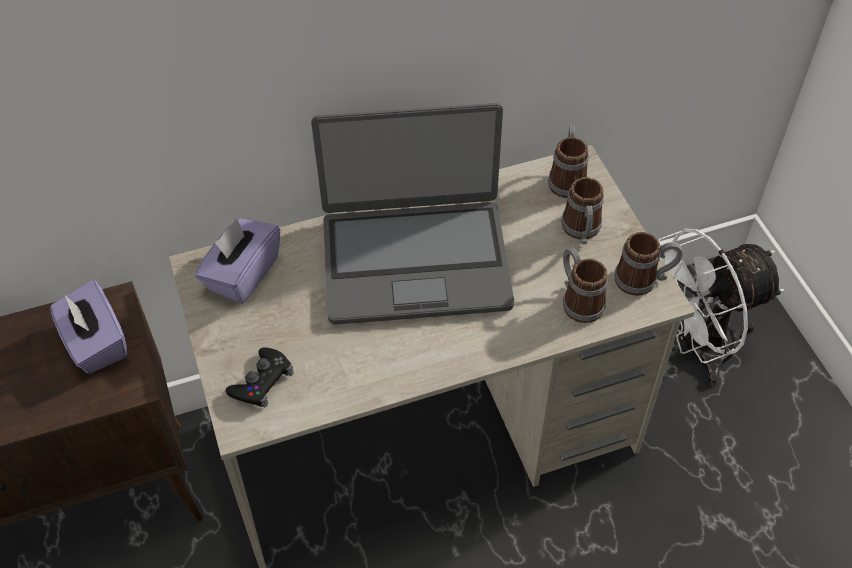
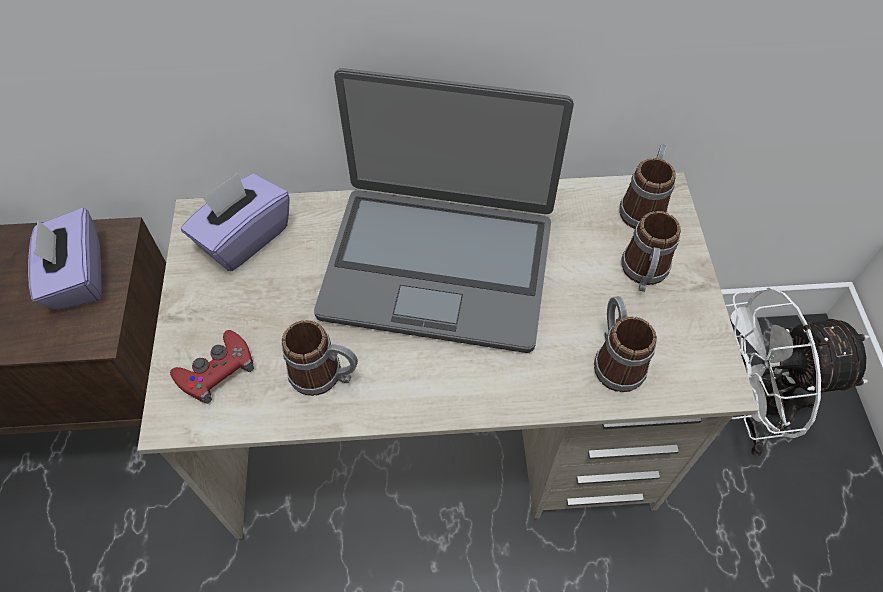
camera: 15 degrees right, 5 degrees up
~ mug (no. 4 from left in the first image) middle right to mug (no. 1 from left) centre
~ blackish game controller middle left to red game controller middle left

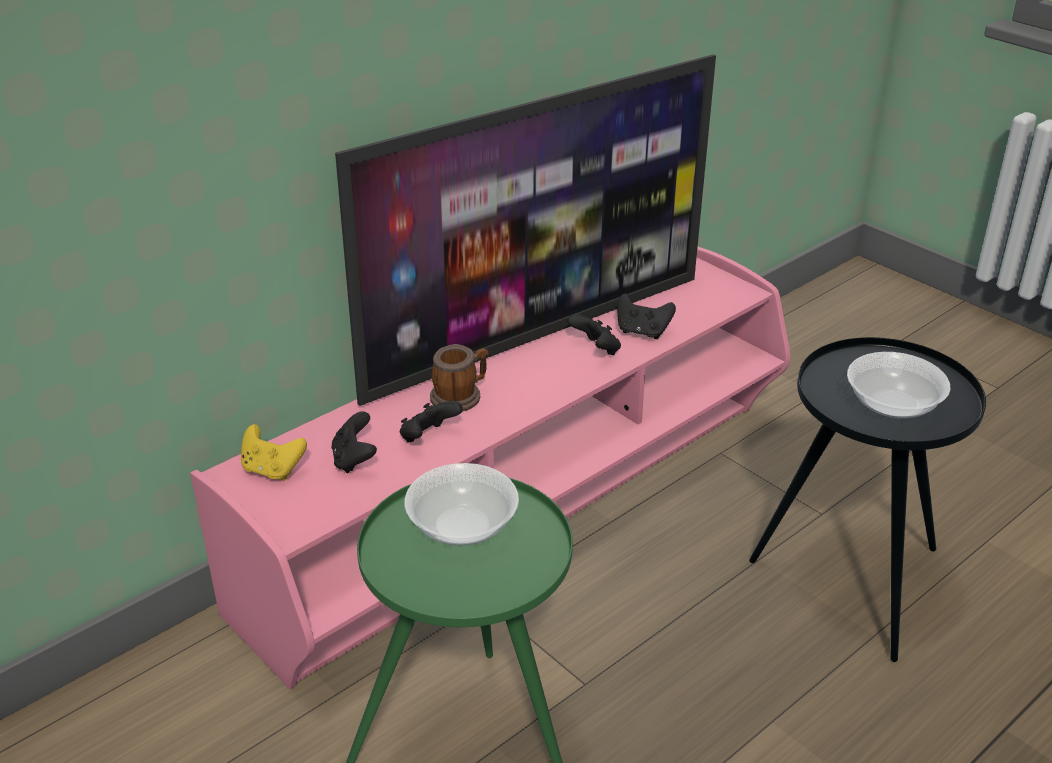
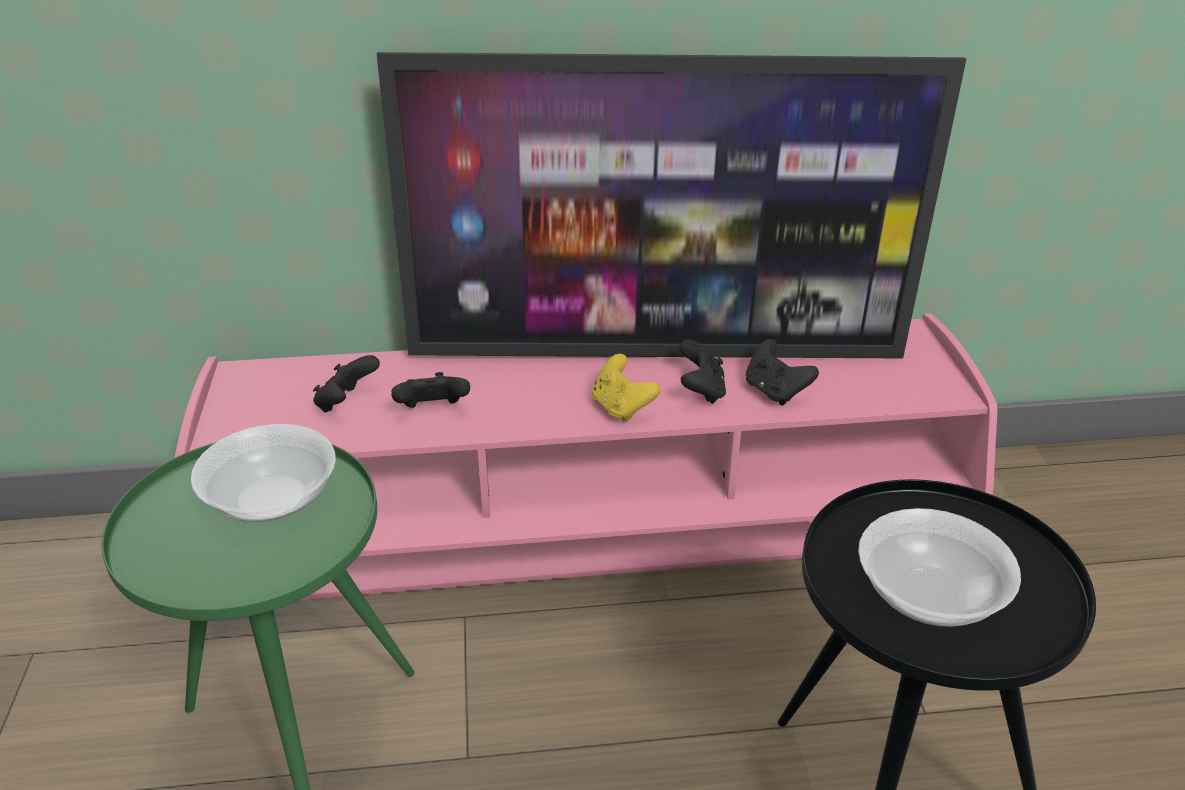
camera: 35 degrees right, 0 degrees up
- mug centre
~ yellow-coloured game controller middle left to centre

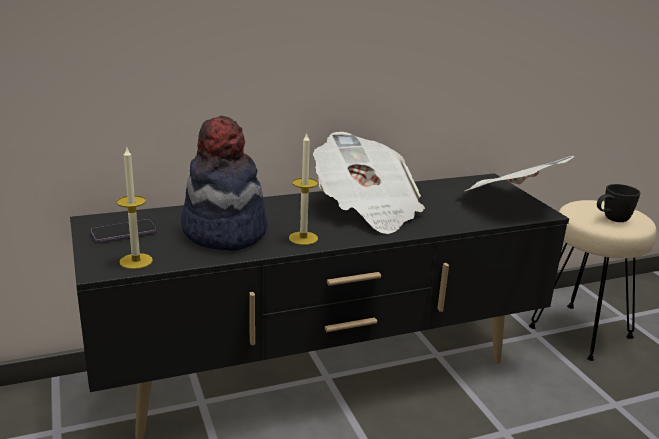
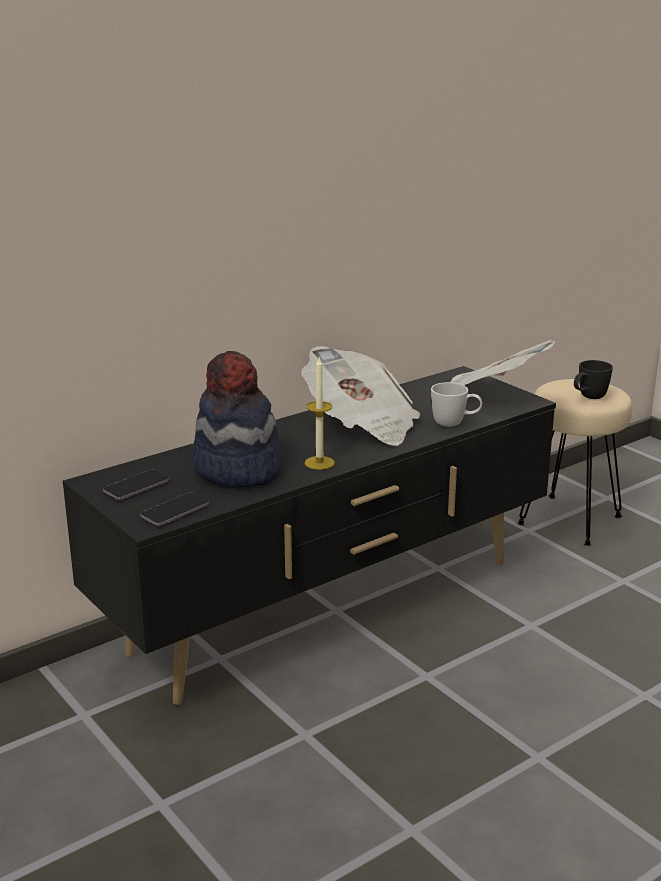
camera: 15 degrees left, 0 degrees up
+ white-coloured mug middle right
~ wax candle (no. 1 from left) middle left to handset (no. 2 from left) middle left

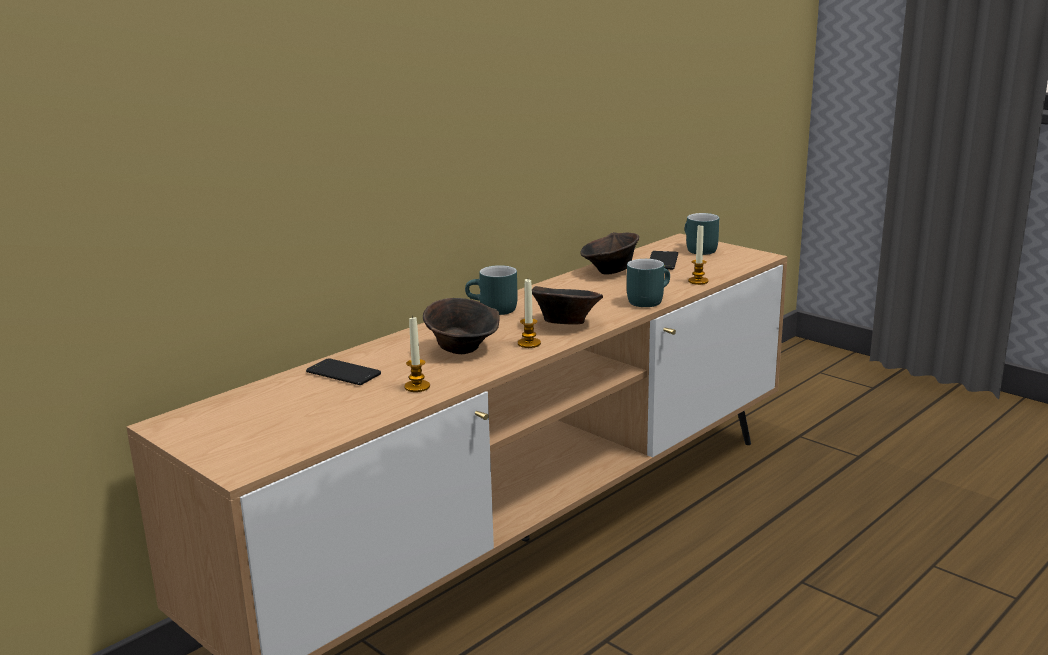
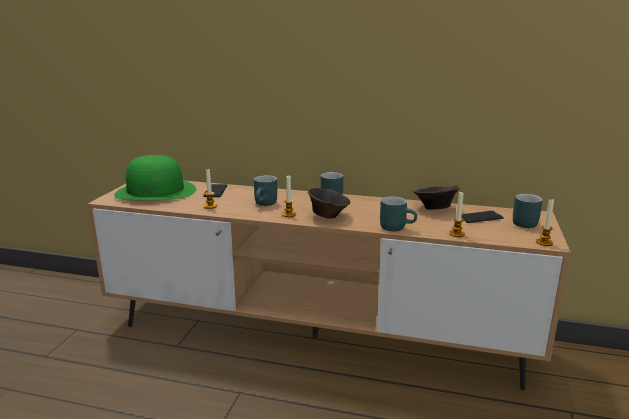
camera: 60 degrees right, 0 degrees up
+ green hat middle left
+ wax candle (no. 4 from left) middle right
~ brown-coloured deep dish (no. 1 from left) centre to turquoise mug (no. 1 from left) centre

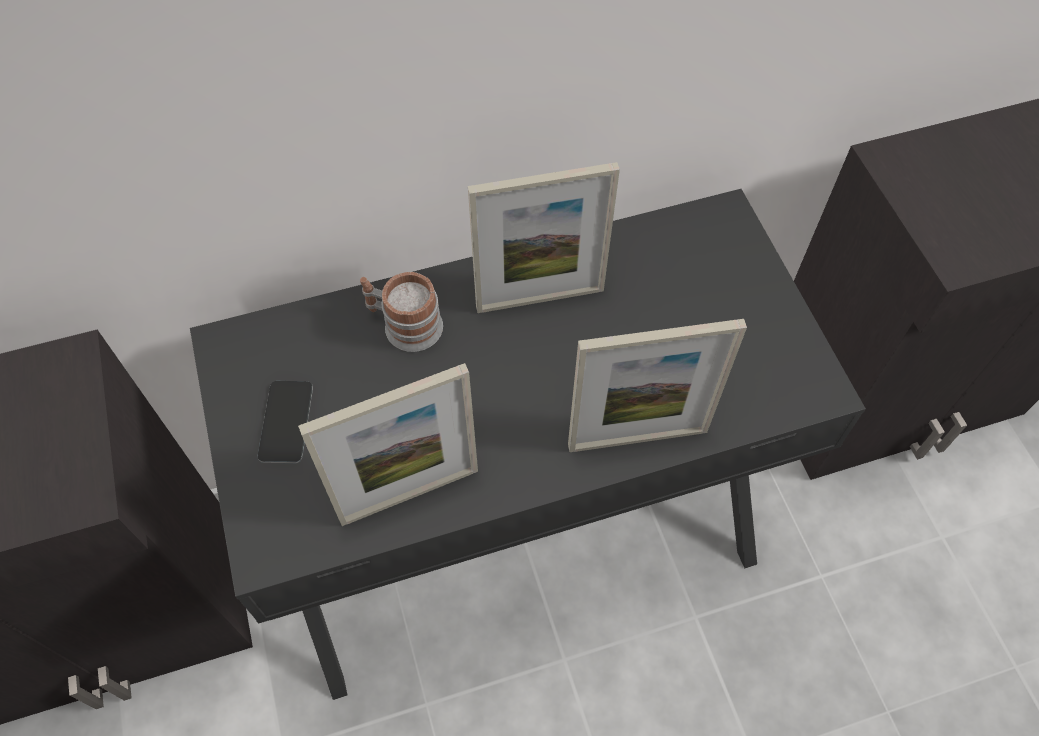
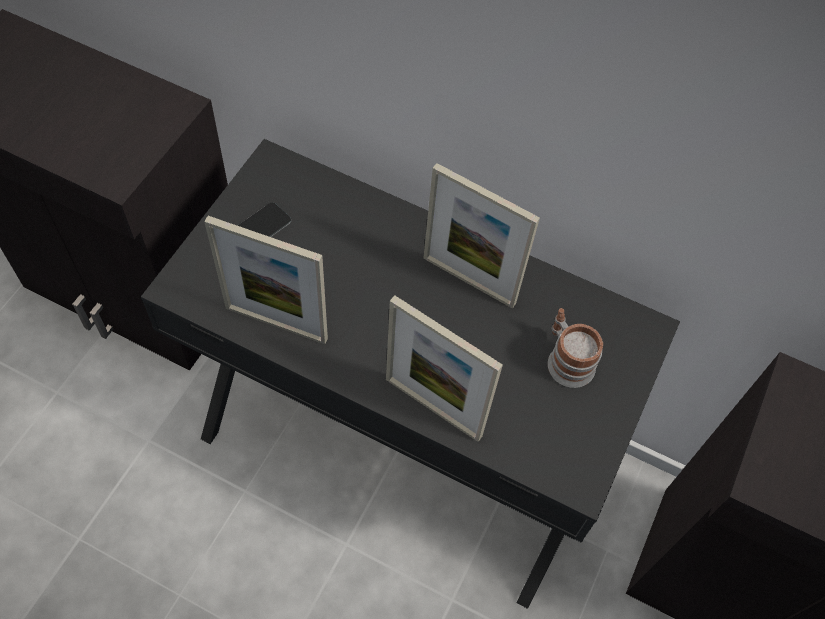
camera: 40 degrees right, 0 degrees up
~ mug centre to middle right

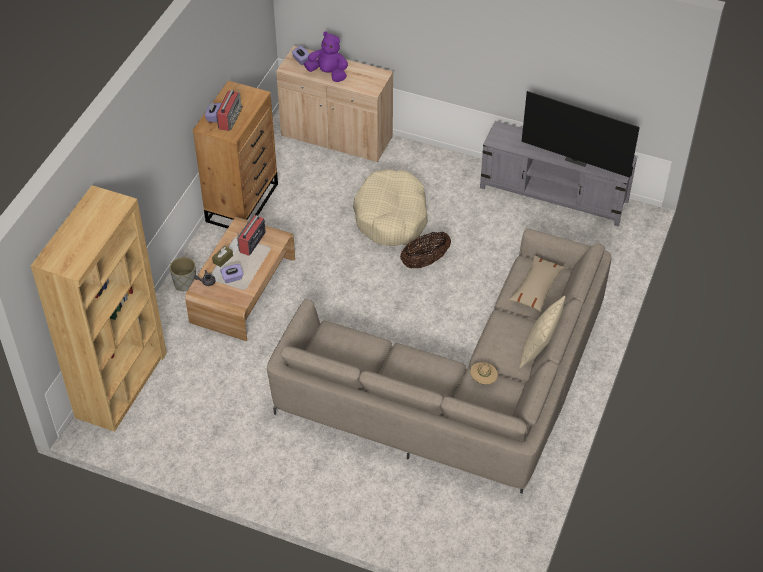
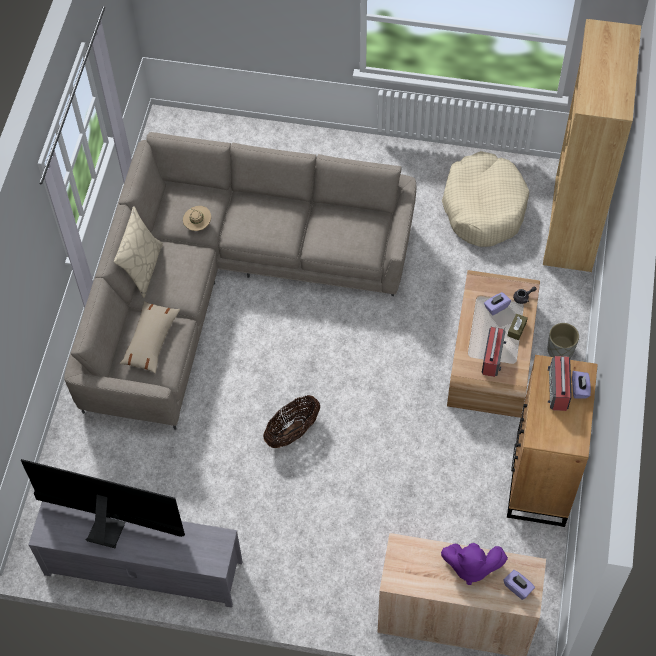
camera: 170 degrees right, 10 degrees up
~ beige dog bed centre to top right

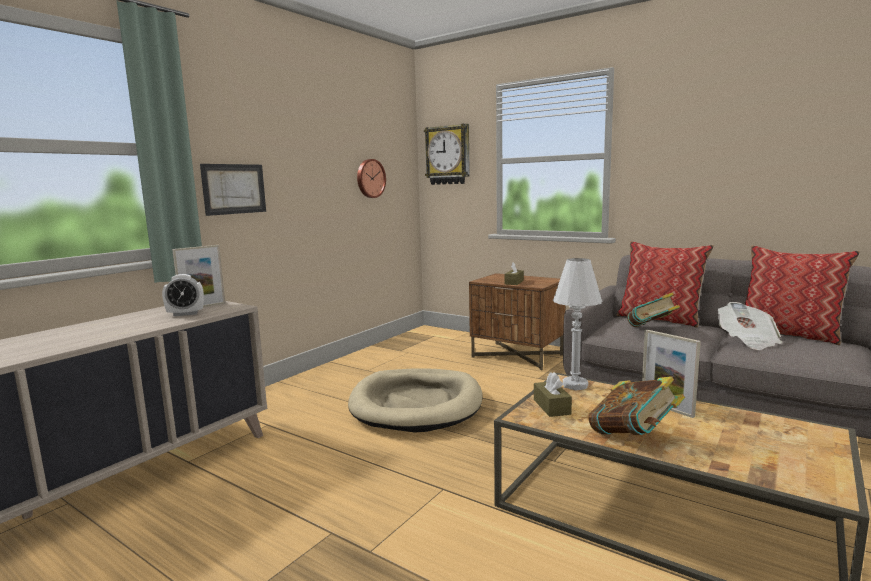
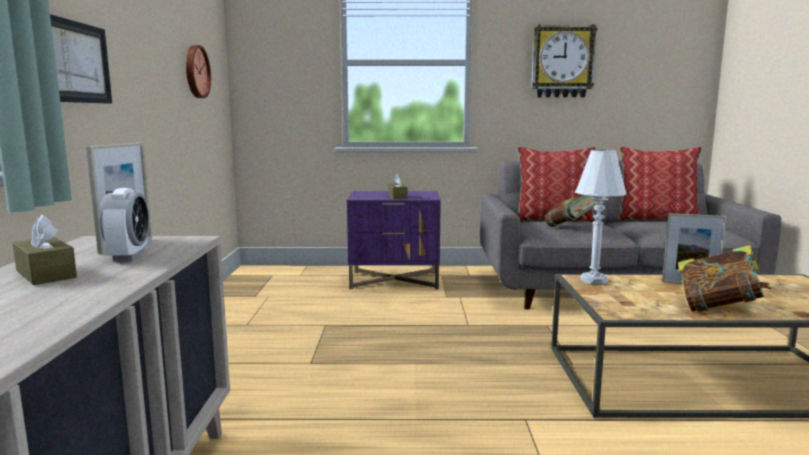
camera: 35 degrees left, 0 degrees up
- beige dog bed bottom centre
- printed paper middle right
~ hanging clock (no. 2 from left) top centre to top right
~ brown-coloured box of tissues (no. 2 from left in the first image) bottom centre to brown-coloured box of tissues (no. 1 from left) middle left
~ brown-coloured night table centre to purple night table centre
~ table clock middle left = middle left 45 degrees counterclockwise

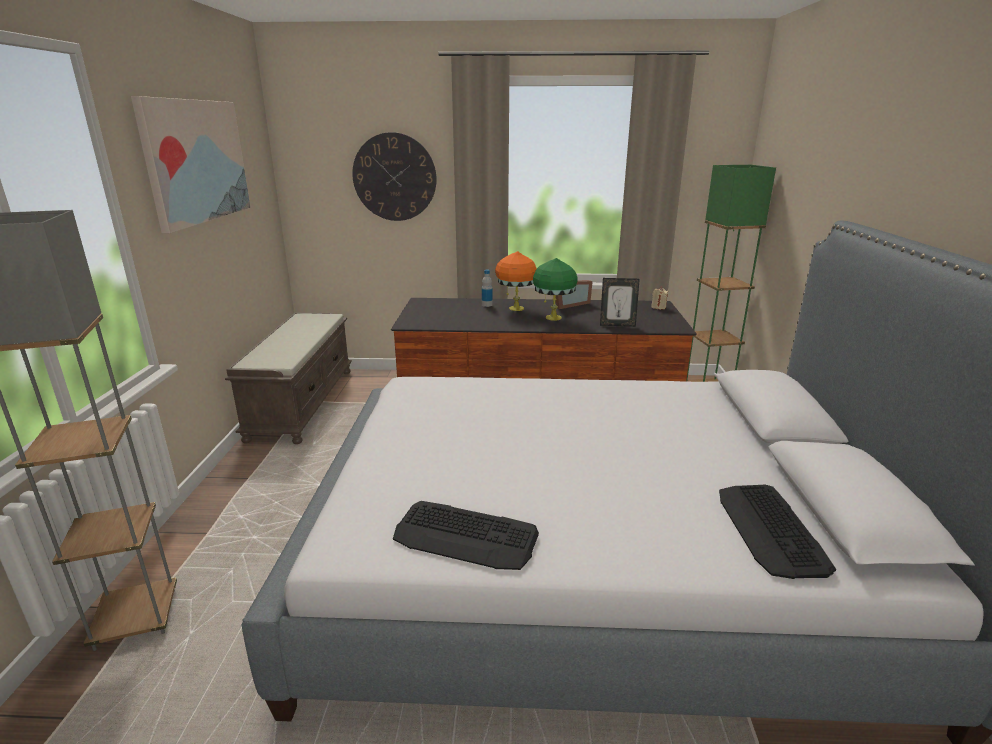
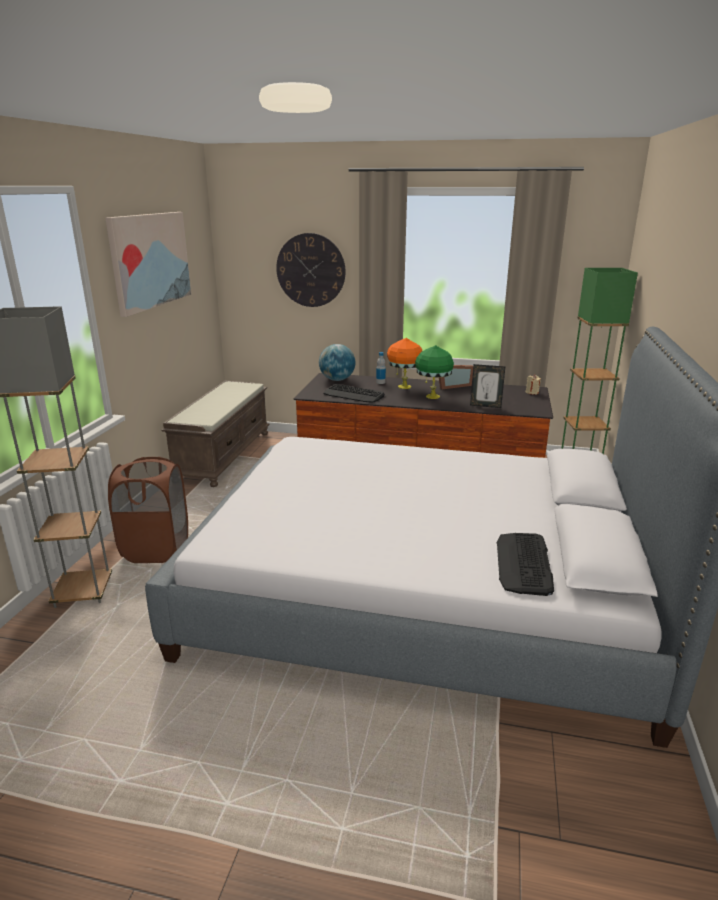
camera: 10 degrees right, 0 degrees up
+ brown-coloured washing basket middle left
+ desk globe centre
~ keyboard (no. 1 from left) bottom centre to centre

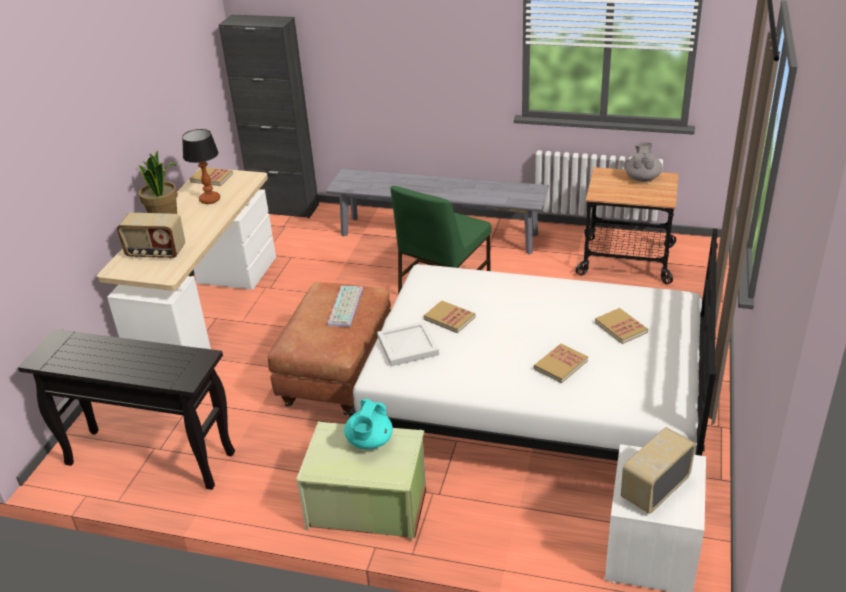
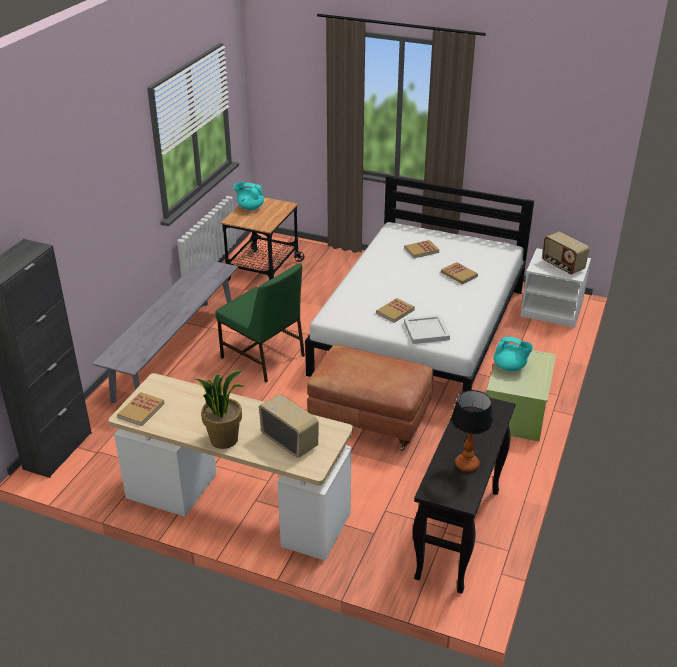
camera: 85 degrees left, 0 degrees up
- keyboard centre
~ table lamp top left to middle right
~ greyish teapot top right to turquoise teapot (no. 1 from left) top centre
~ radio set (no. 1 from left) middle left = centre 60 degrees counterclockwise

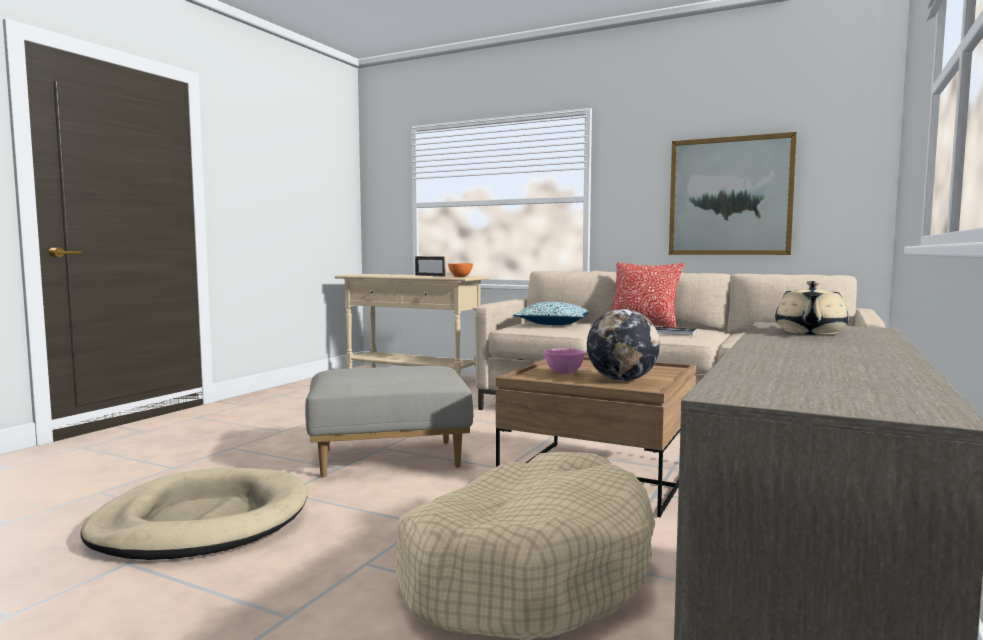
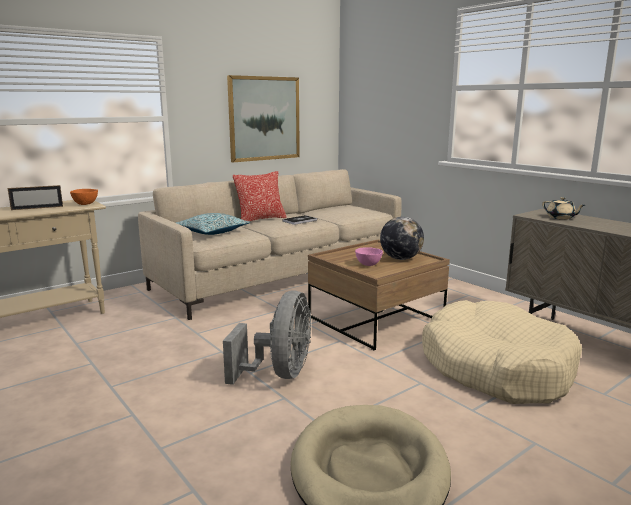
camera: 65 degrees left, 10 degrees up
~ greyish pouffe centre to greyish cooling fan bottom centre

